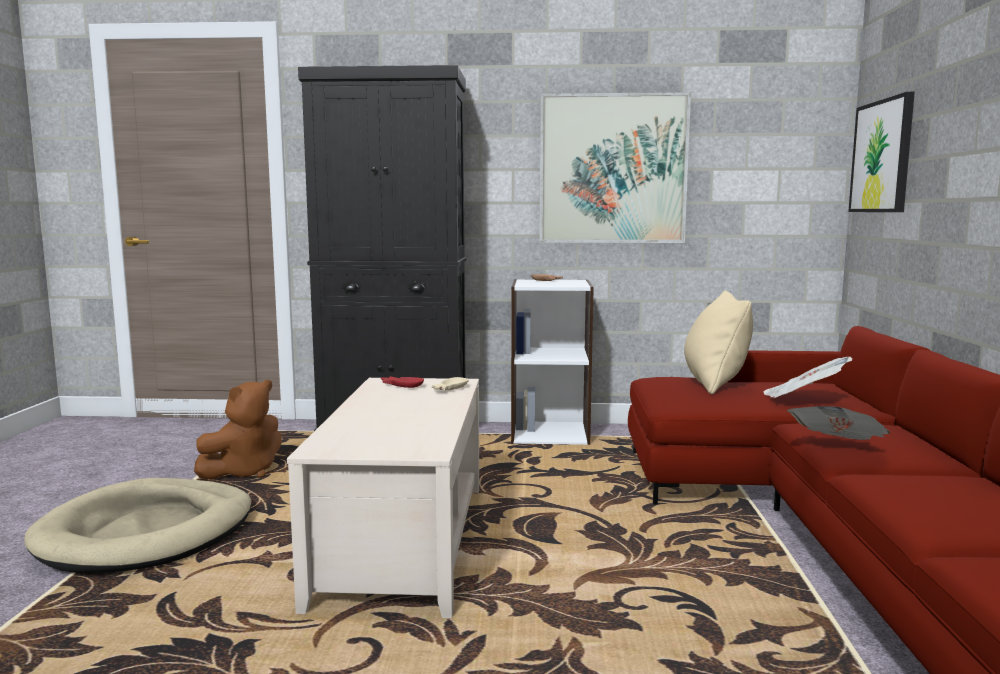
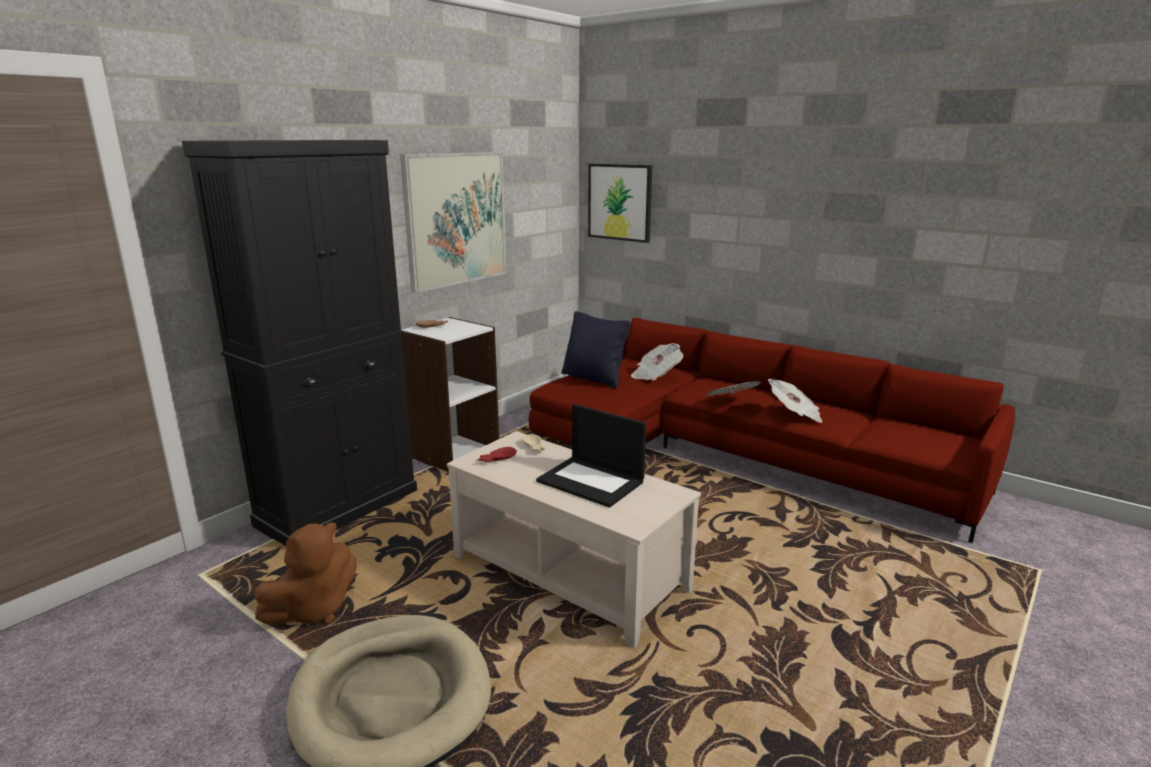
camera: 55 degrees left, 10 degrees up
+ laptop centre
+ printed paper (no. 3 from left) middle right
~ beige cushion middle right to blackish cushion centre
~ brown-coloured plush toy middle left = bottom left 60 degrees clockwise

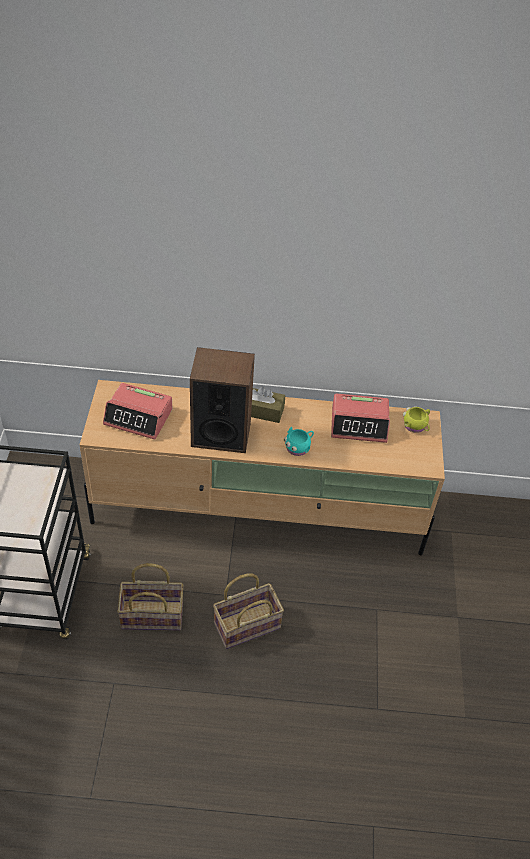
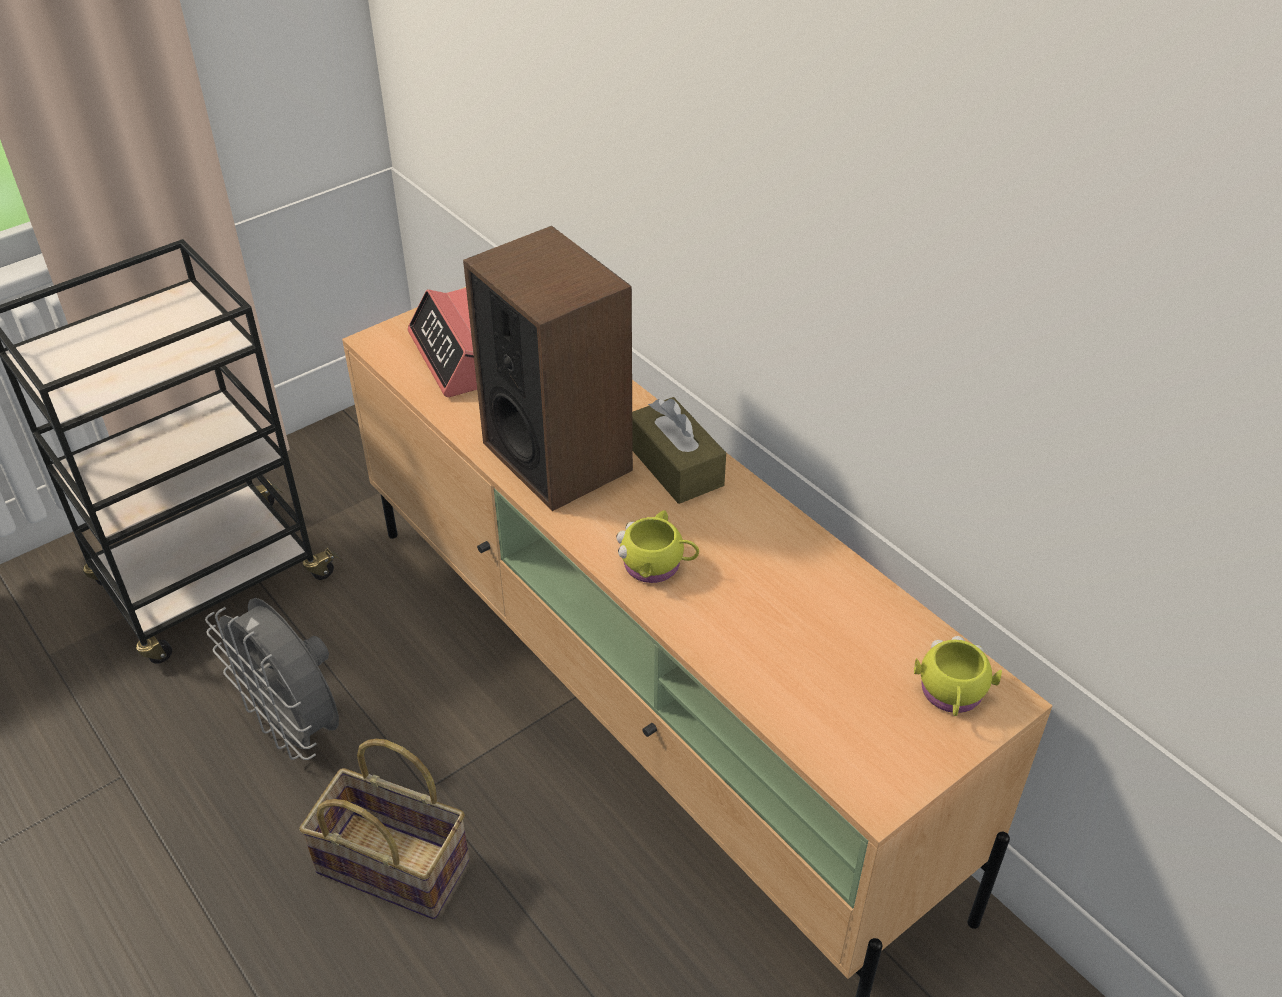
camera: 50 degrees right, 5 degrees down
- table clock (no. 2 from left) middle right
~ basket (no. 1 from left) bottom left to greyish cooling fan bottom left
~ turquoise mug centre to yellow-coloured mug (no. 1 from left) centre

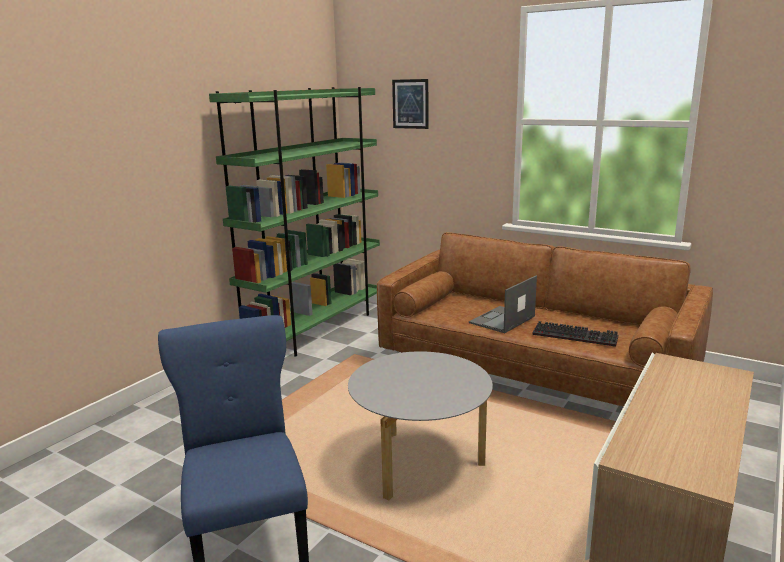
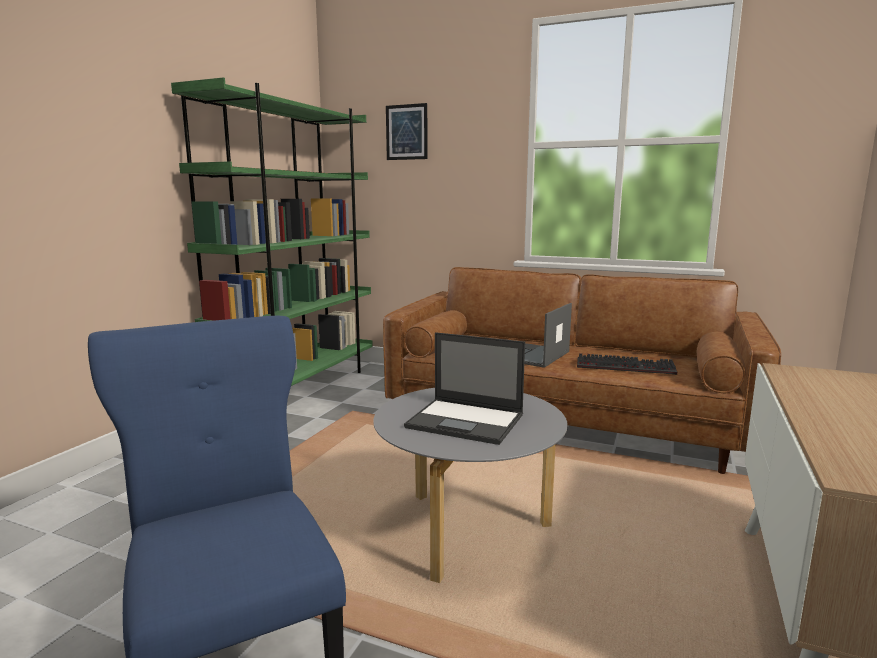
camera: 10 degrees left, 5 degrees down
+ laptop (no. 1 from left) centre

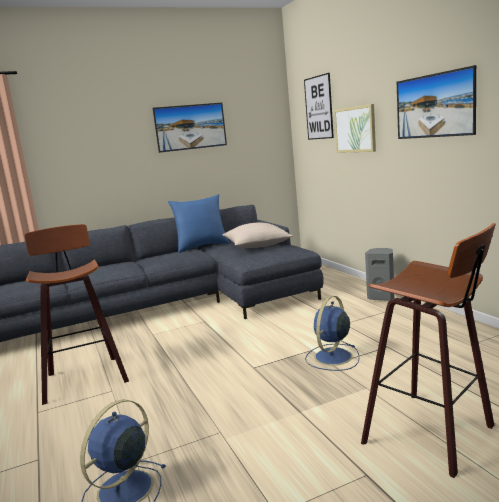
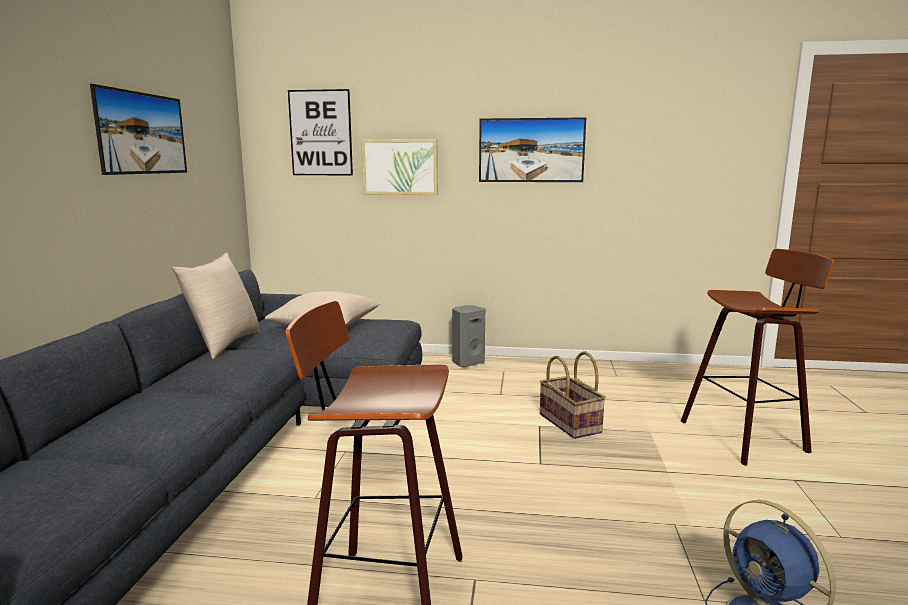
camera: 60 degrees left, 0 degrees up
~ bluish cooling fan (no. 2 from left) centre to basket centre
~ bluish cushion centre to beige cushion (no. 1 from left) middle left

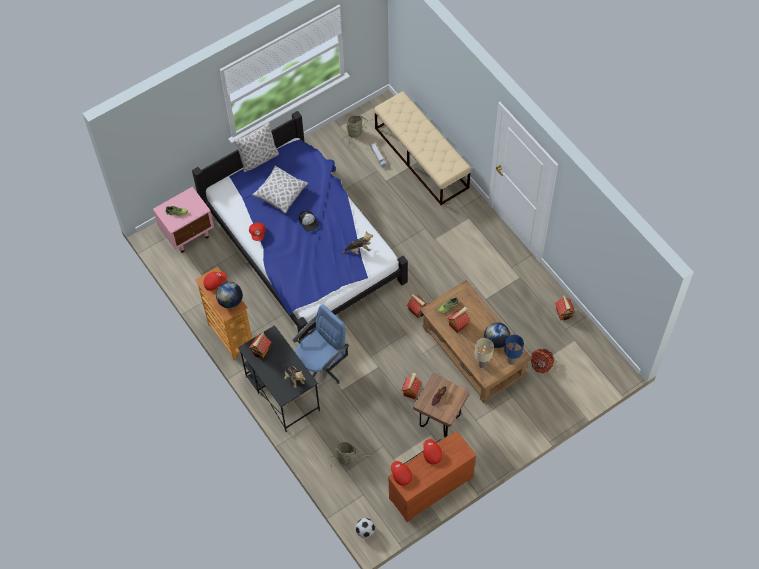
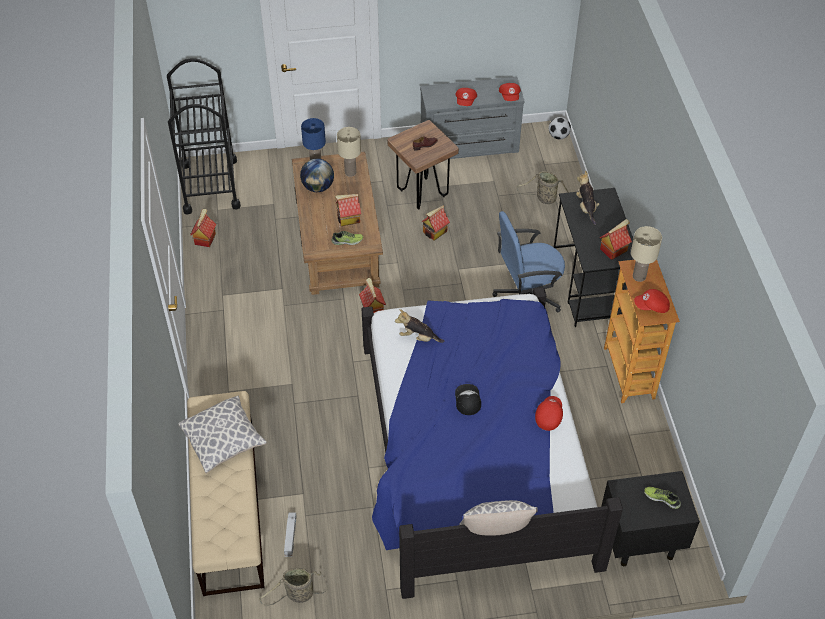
camera: 155 degrees left, 10 degrees down
- basket (no. 3 from left) middle right
+ blackish cart top left
~ cushion (no. 2 from left in the first image) centre to cushion (no. 1 from left) bottom left
~ desk globe (no. 1 from left) middle left to beige table lamp (no. 2 from left) middle right
~ pink night table middle left to blackish night table bottom right
~ brown-coloured dresser bottom centre to greyish dresser top centre

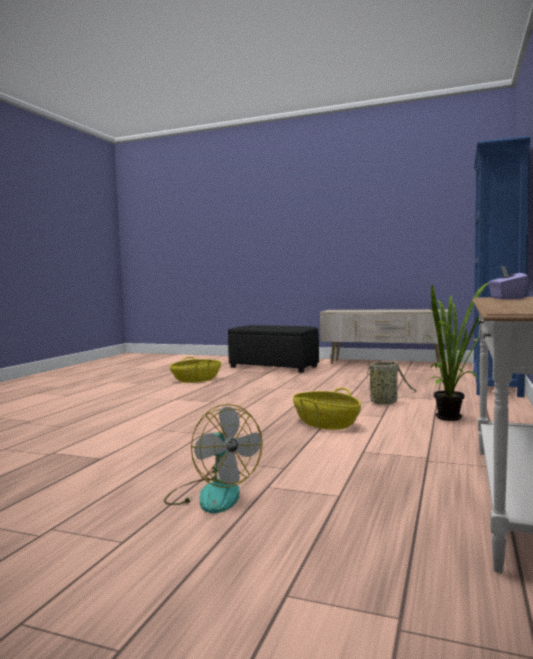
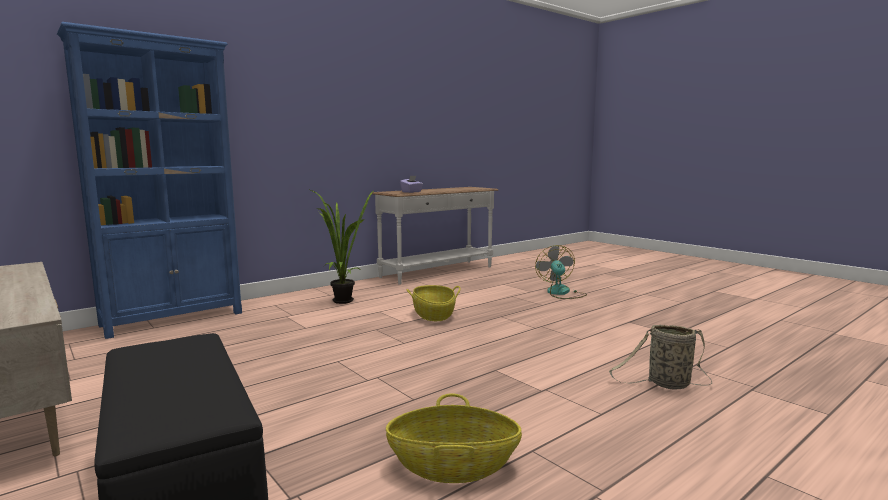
camera: 150 degrees left, 5 degrees up
~ basket (no. 3 from left) middle right to bottom right

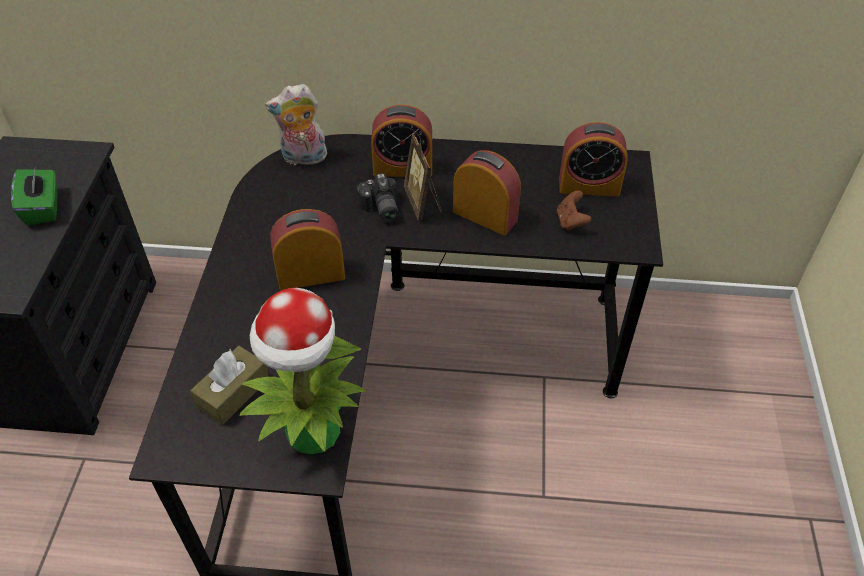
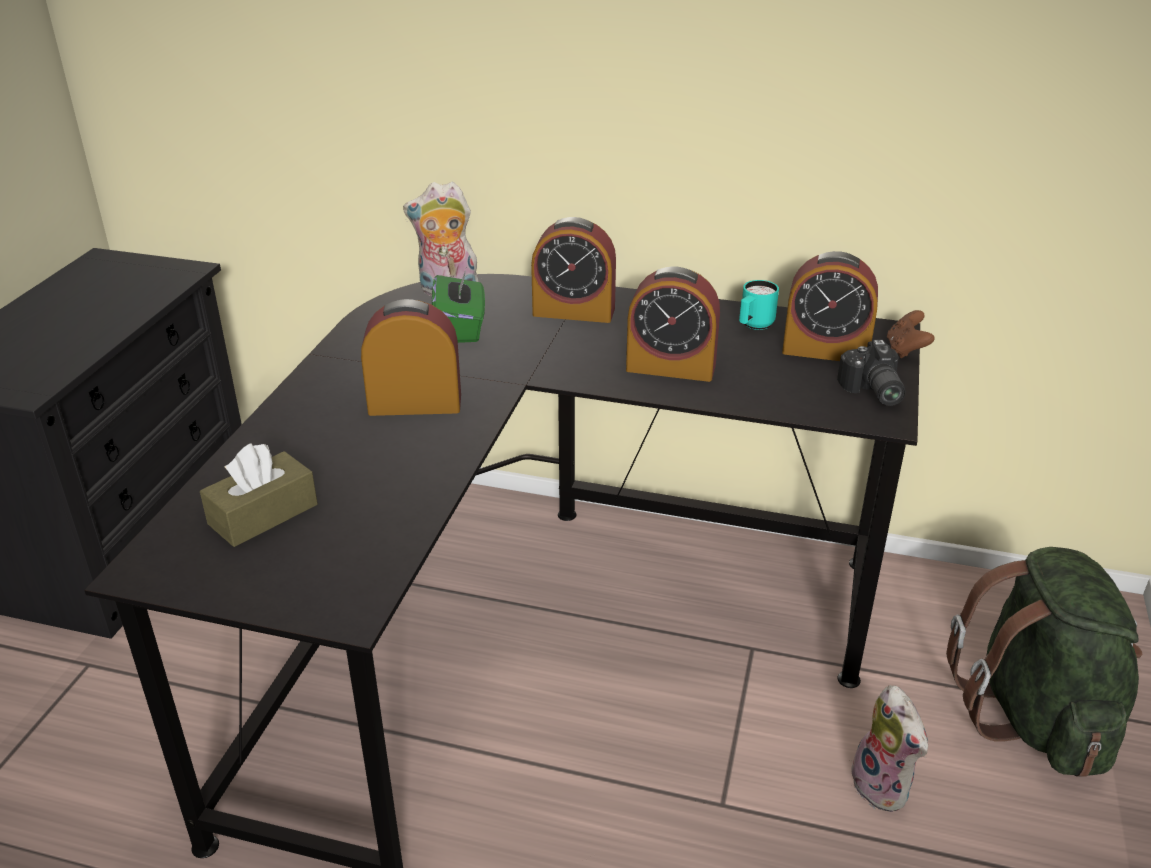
camera: 10 degrees right, 15 degrees down
- potted plant centre
- photo frame top centre
+ turquoise mug centre
+ plush toy (no. 2 from left) bottom right
+ green rucksack bottom right
~ green box of tissues middle left to centre
~ photo camera centre to middle right
~ brown-coloured game controller centre to middle right
~ table clock (no. 3 from left) centre = centre 150 degrees clockwise

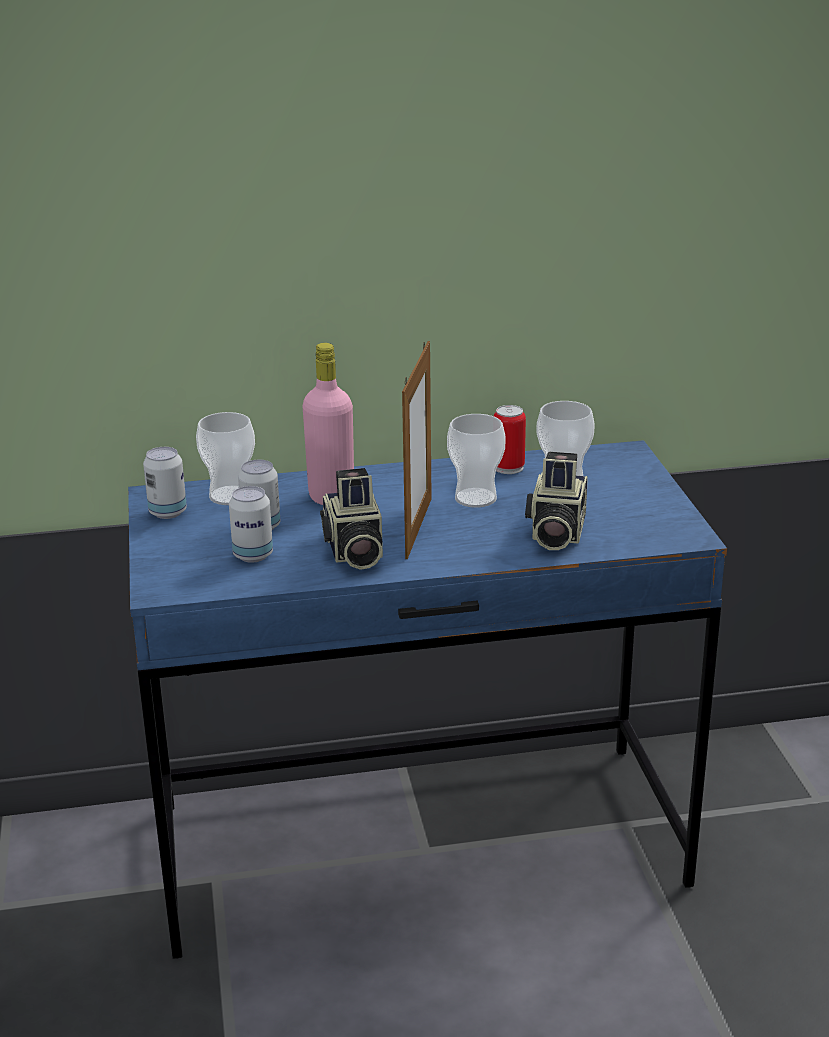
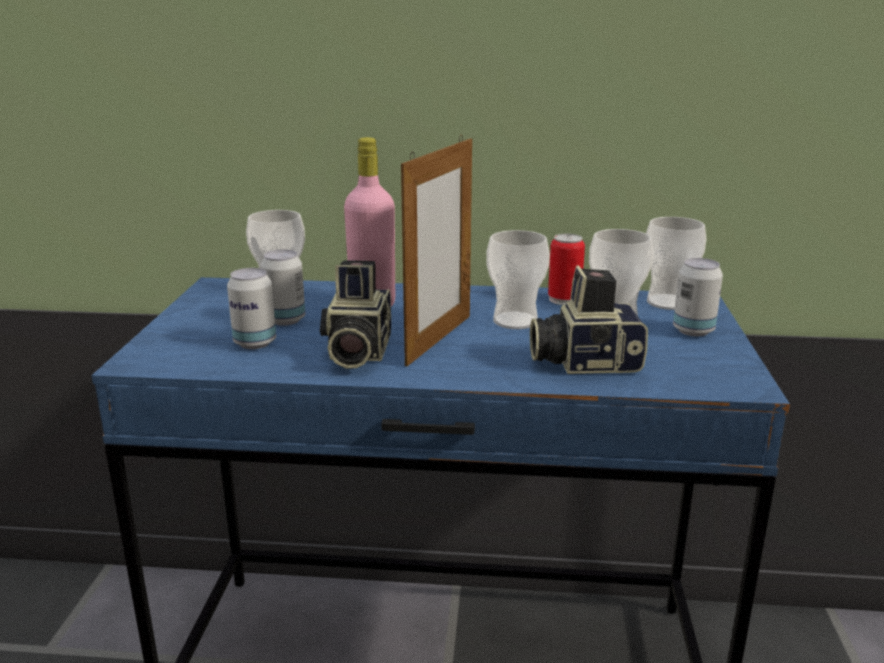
camera: 15 degrees right, 5 degrees down
+ small cup (no. 4 from left) middle right
~ metal can (no. 1 from left in the first image) middle left to metal can (no. 4 from left) middle right
~ photo camera (no. 2 from left) middle right = centre 60 degrees clockwise

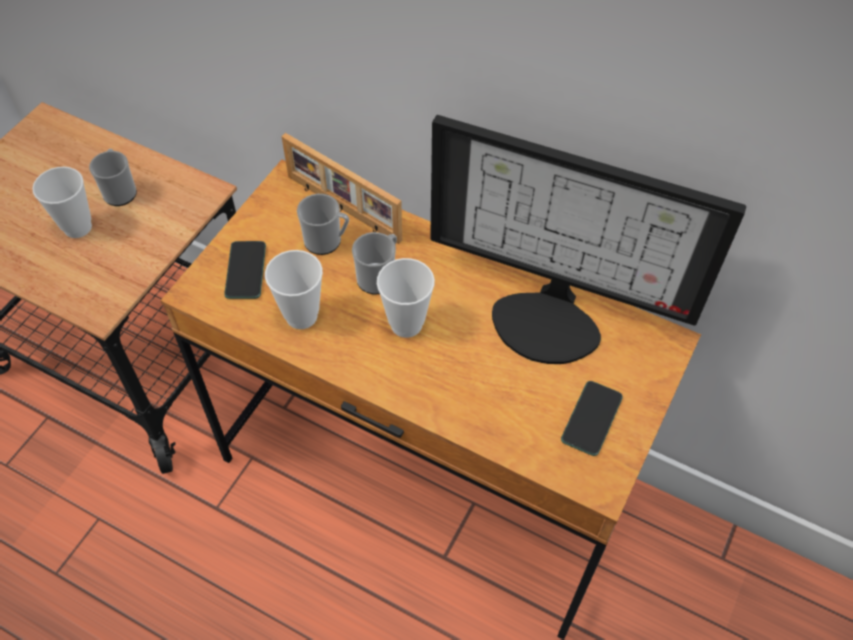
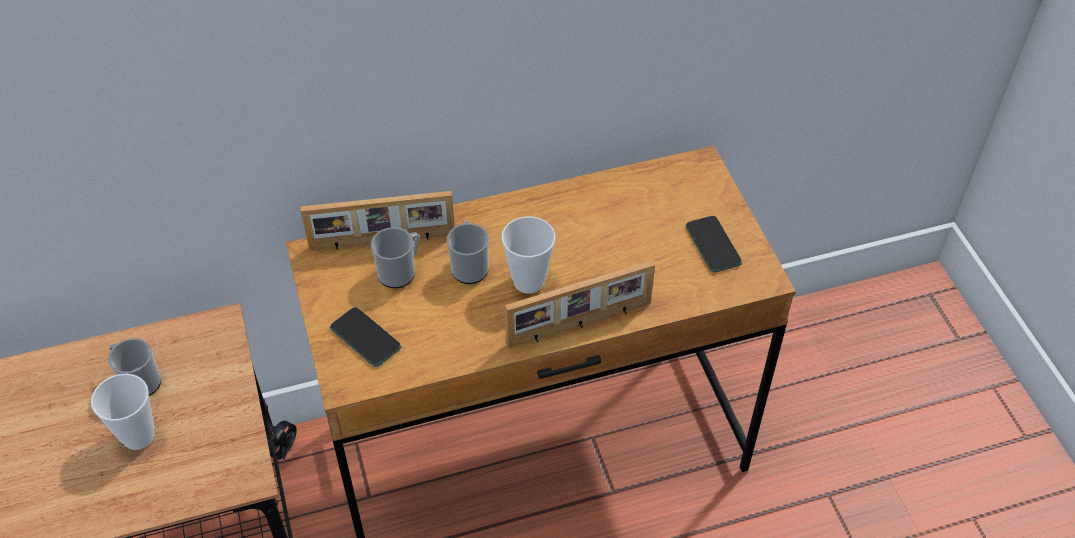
camera: 45 degrees left, 5 degrees down
- small cup (no. 2 from left) centre
- computer screen middle right
+ photo frame (no. 2 from left) centre

